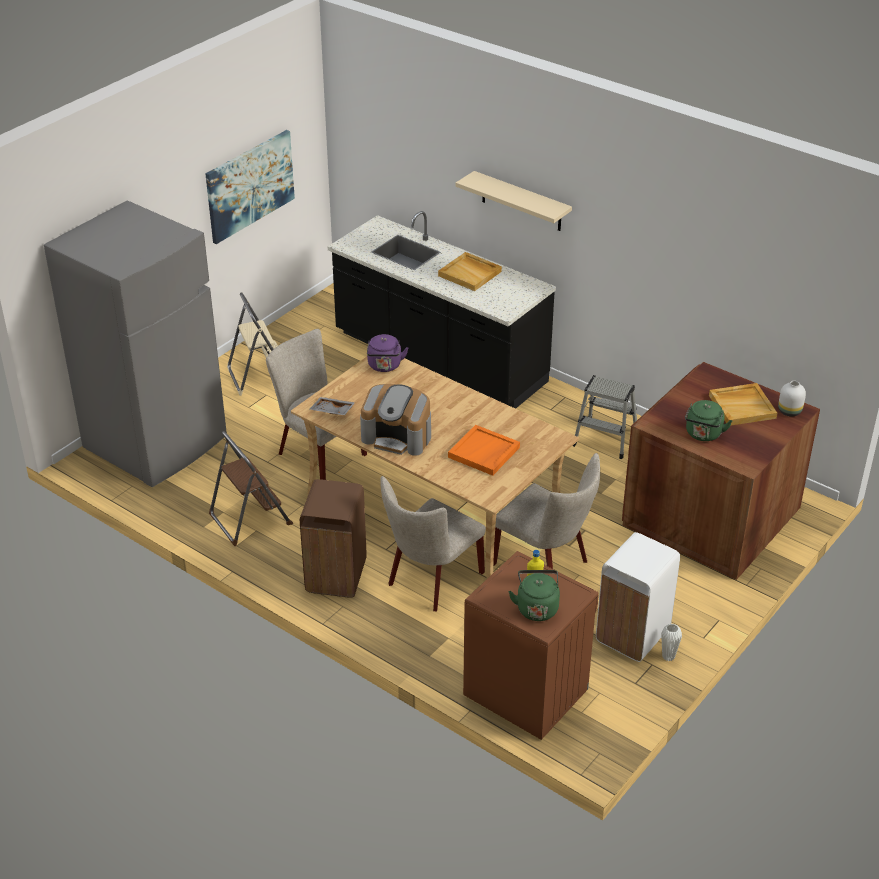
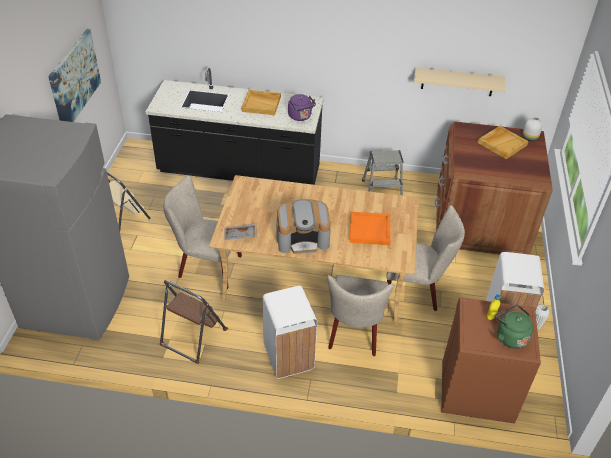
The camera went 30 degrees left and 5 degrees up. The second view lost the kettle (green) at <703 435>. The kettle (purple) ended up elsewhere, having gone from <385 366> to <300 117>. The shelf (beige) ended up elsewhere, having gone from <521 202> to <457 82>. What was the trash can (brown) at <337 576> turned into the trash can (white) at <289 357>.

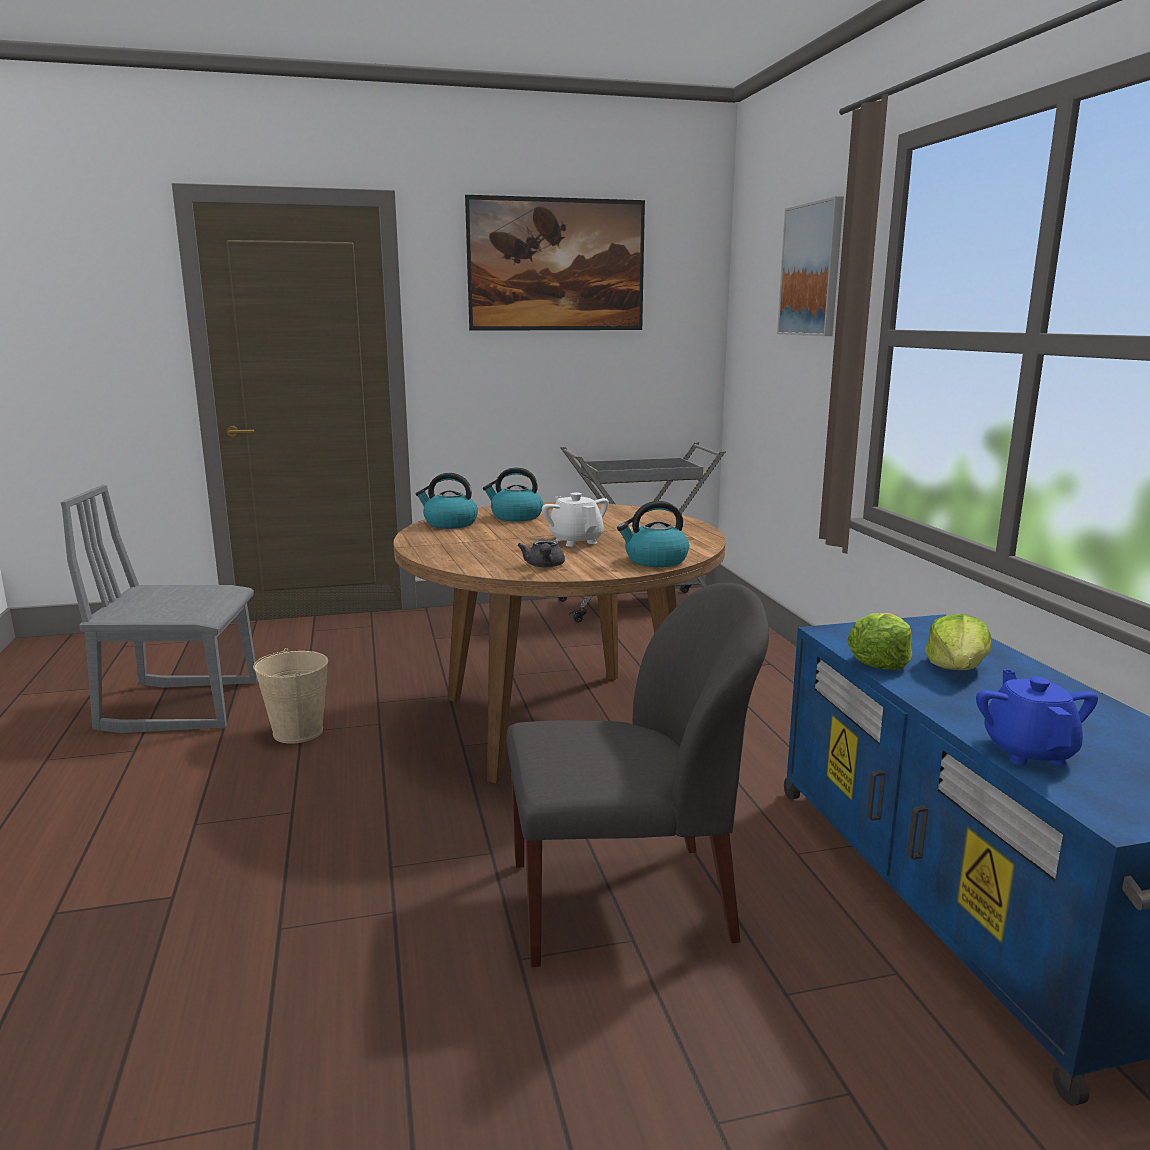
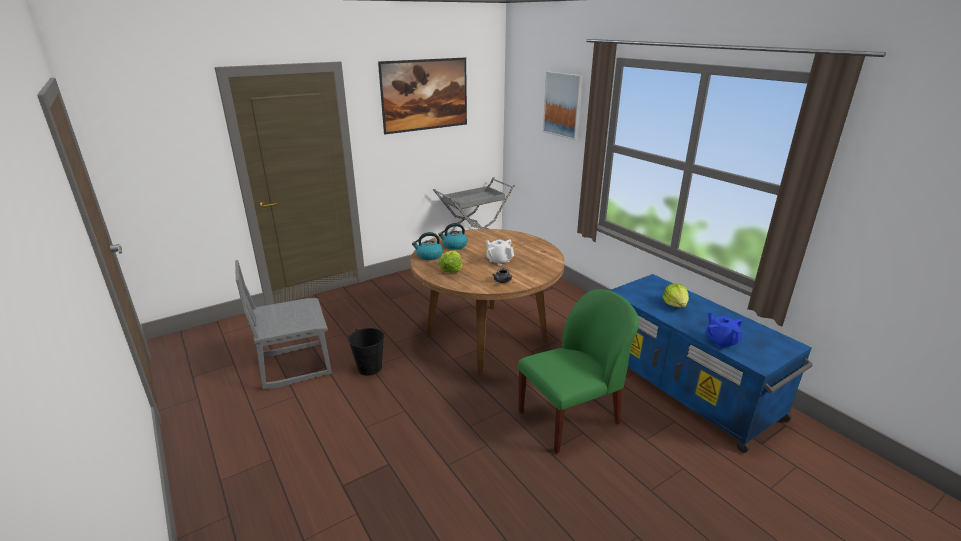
The camera went 20 degrees left and 10 degrees up. The second view lost the kettle at <655 561>. The lettuce ended up elsewhere, having gone from <879 661> to <451 269>. What was the bucket (beige) at <298 732> turned into the bucket (black) at <370 367>. What was the chair (grey) at <626 901> turned into the chair (green) at <571 417>.

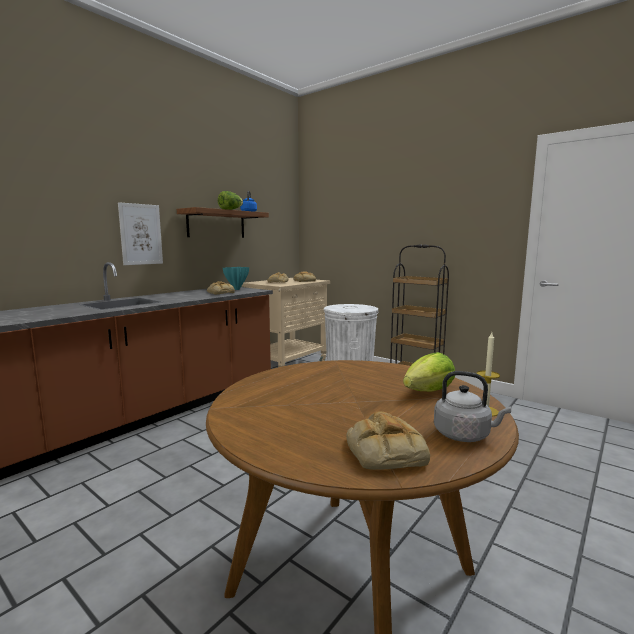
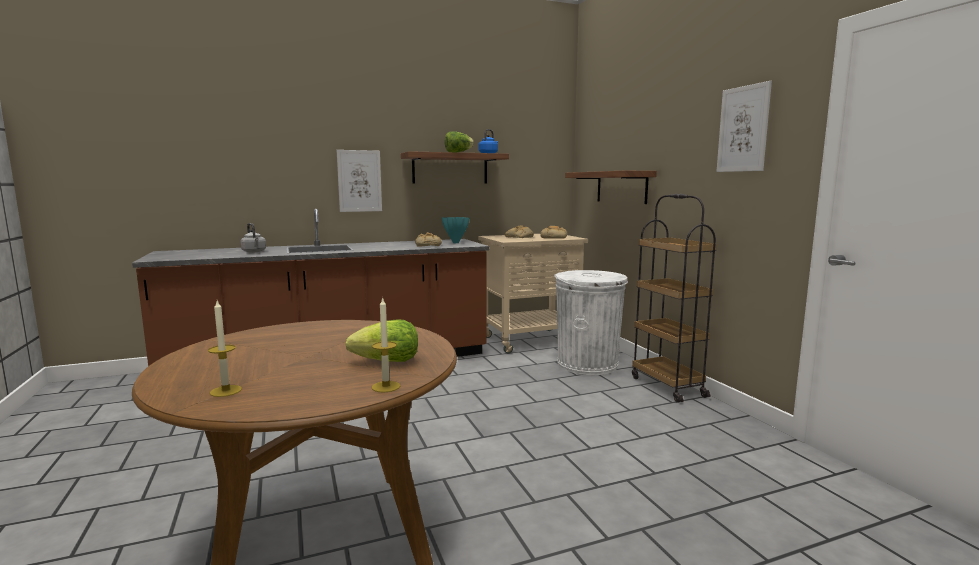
The camera went 30 degrees right and 0 degrees up. The second view gained the shelf at <621 187>. The second view gained the picture at <743 129>. The kettle (grey) ended up elsewhere, having gone from <464 435> to <254 252>. Where the bread stood at <383 450>, the candle came to stand at <226 391>.

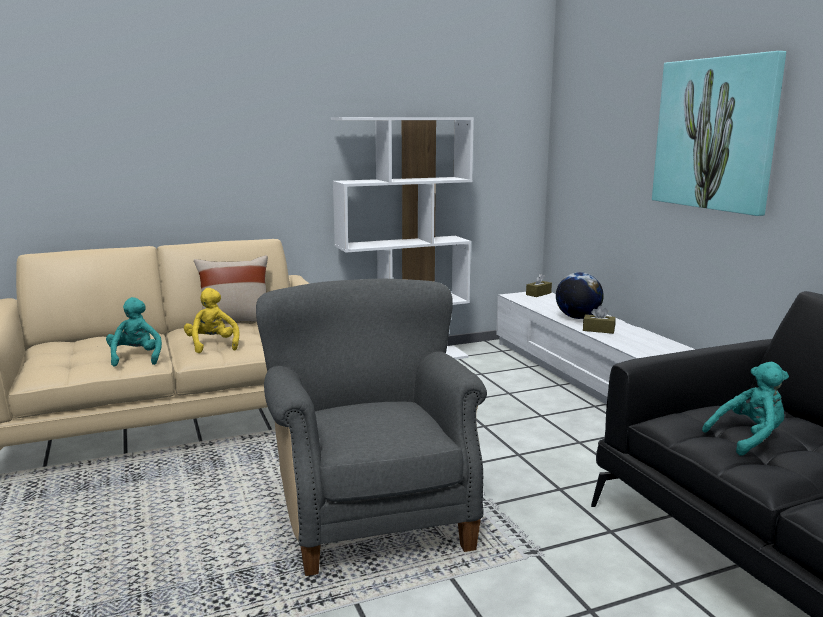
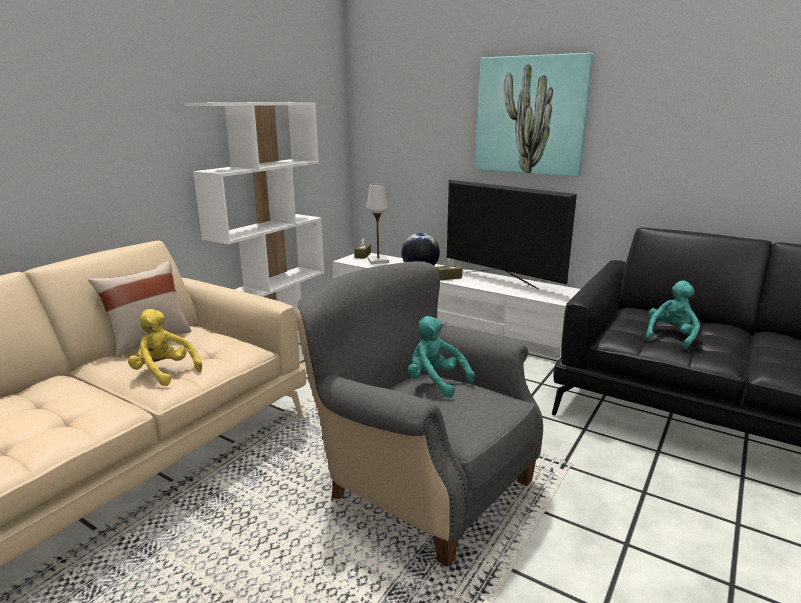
The camera went 35 degrees left and 5 degrees up. The second view gained the table lamp (white) at <378 261>. The second view gained the television at <502 280>. The plush toy (turquoise) ended up elsewhere, having gone from <136 358> to <435 382>.

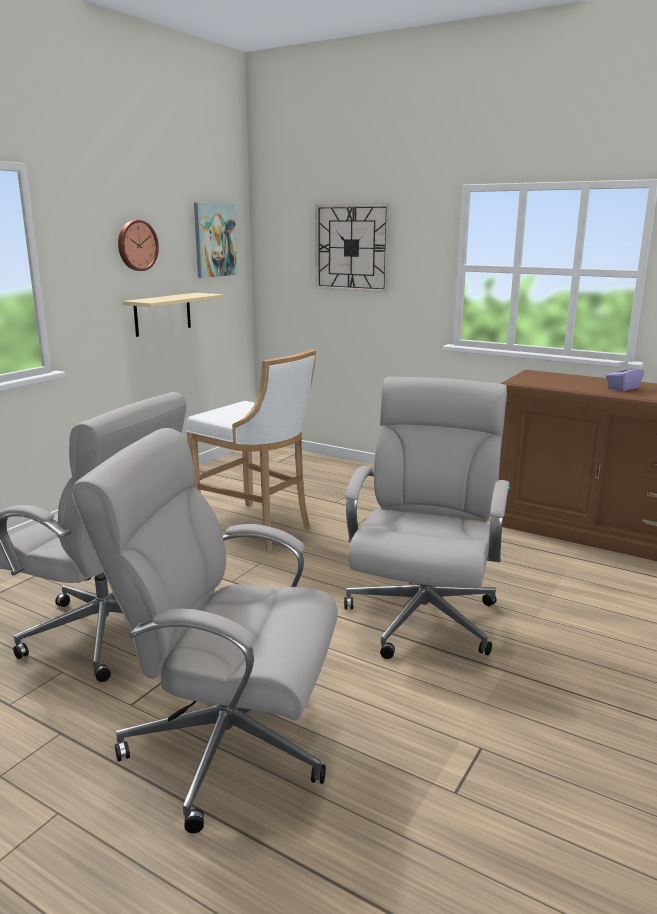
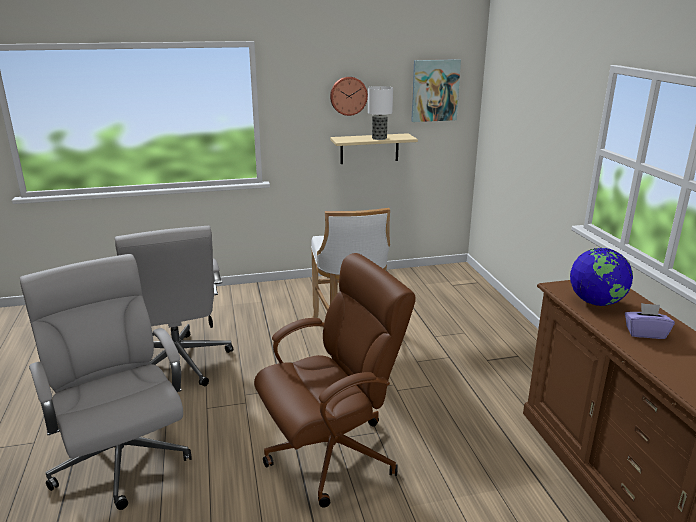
The camera went 45 degrees right and 5 degrees up. The second view lost the wall clock at <352 248>. The second view gained the table lamp at <379 138>. The second view gained the globe at <596 302>. What was the office chair (grey) at <422 619> turned into the office chair (brown) at <331 455>.

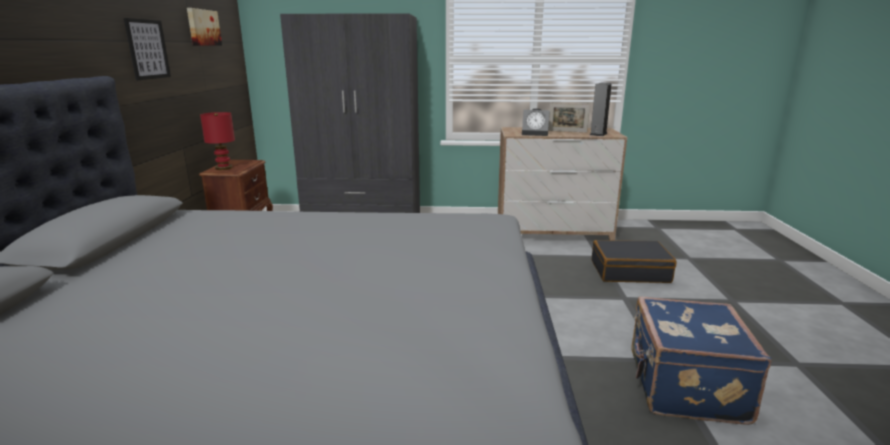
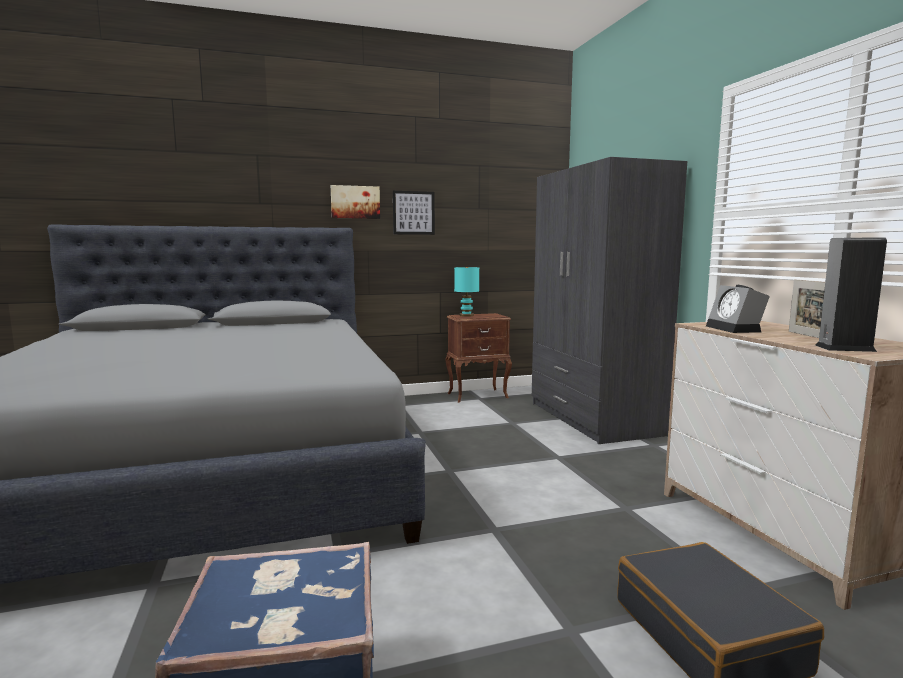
The camera went 70 degrees right and 10 degrees down. The picture ended up elsewhere, having gone from <203 27> to <355 202>. What was the table lamp (red) at <224 168> turned into the table lamp (turquoise) at <467 315>.

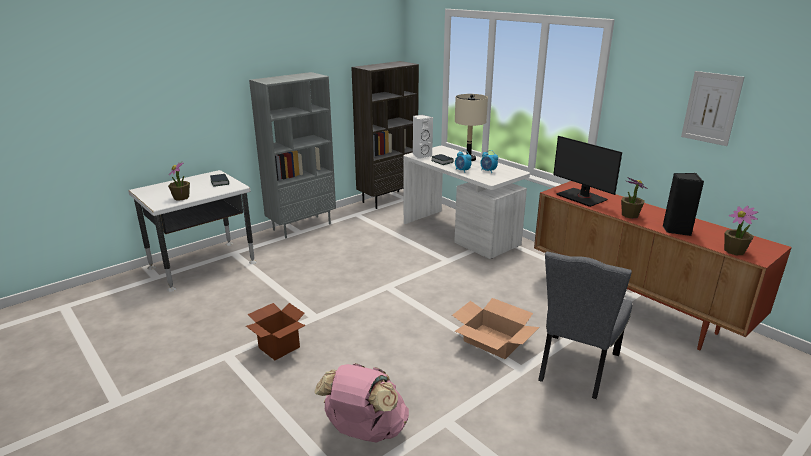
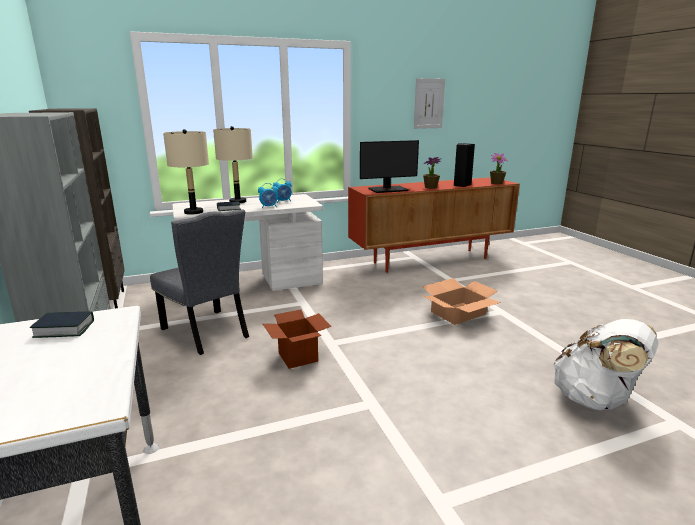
The camera went 70 degrees left and 5 degrees down. The second view lost the potted plant at <181 197>. The cardboard box ended up elsewhere, having gone from <279 347> to <297 357>. The chair (grey) ended up elsewhere, having gone from <577 364> to <206 331>. Where the speaker (white) stood at <421 155>, the table lamp (beige) came to stand at <193 212>. What was the backpack (pink) at <365 431> turned into the backpack (white) at <596 399>.

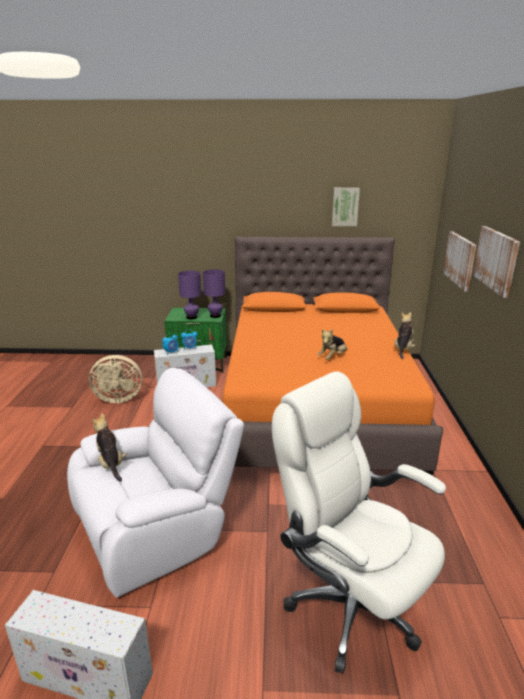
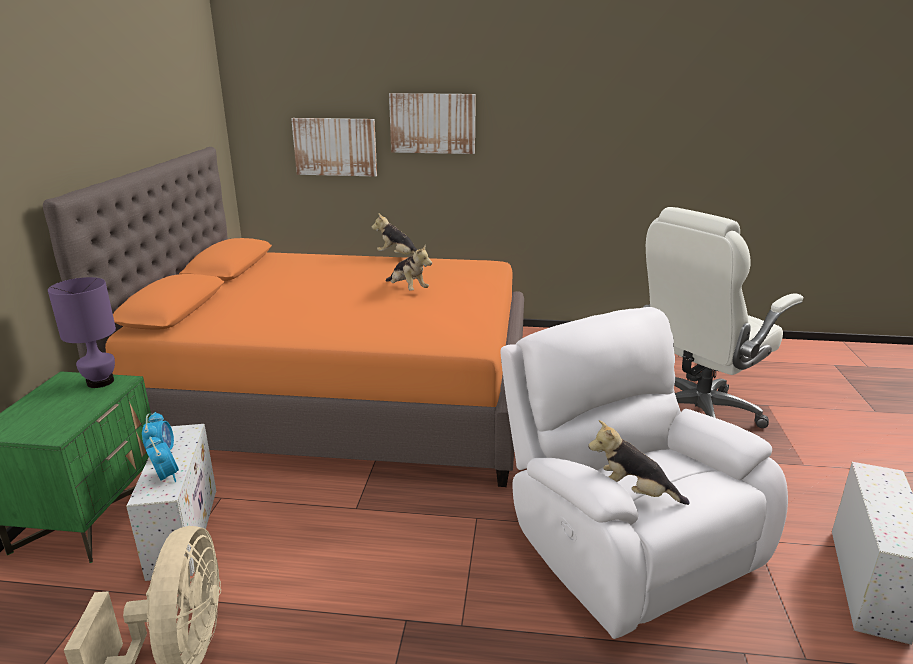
The camera went 85 degrees left and 0 degrees up. The second view lost the table lamp (purple) at <192 317>. The second view lost the picture at <345 206>. The plush toy at <111 463> ended up facing another way, 45 degrees clockwise from before.

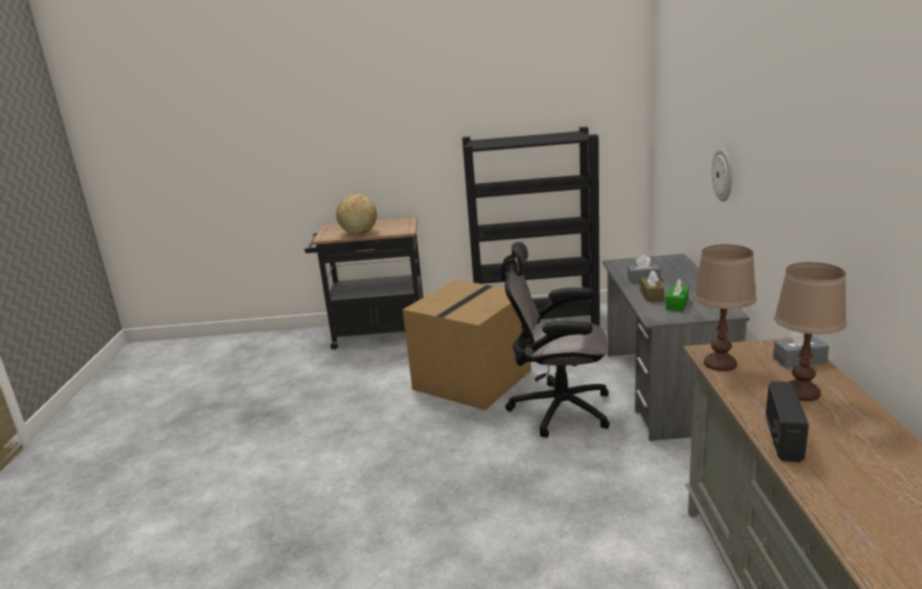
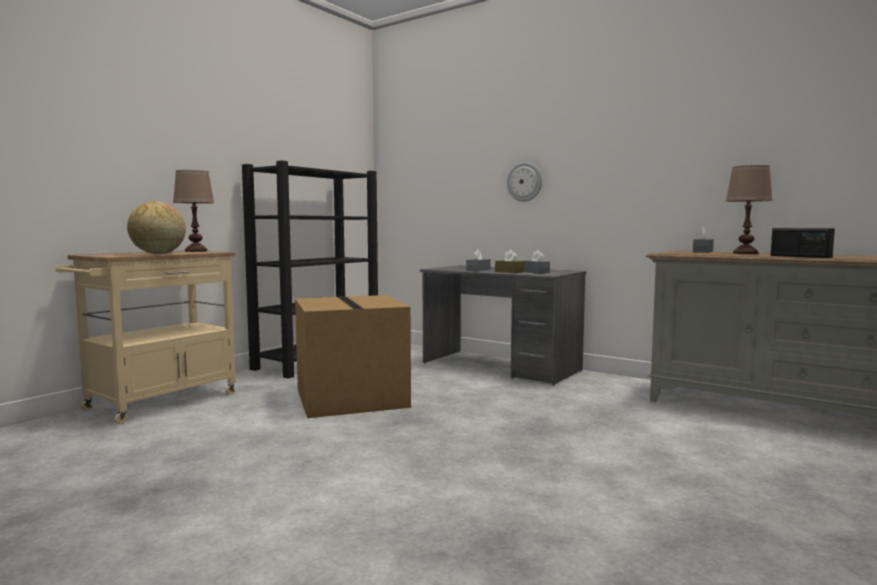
The camera went 55 degrees left and 15 degrees down. The second view lost the office chair at <560 411>. The table lamp (brown) ended up elsewhere, having gone from <720 364> to <196 251>. What was the cart (black) at <376 335> turned into the cart (beige) at <158 402>. What was the tissue box (green) at <677 304> turned into the tissue box (grey) at <536 272>.

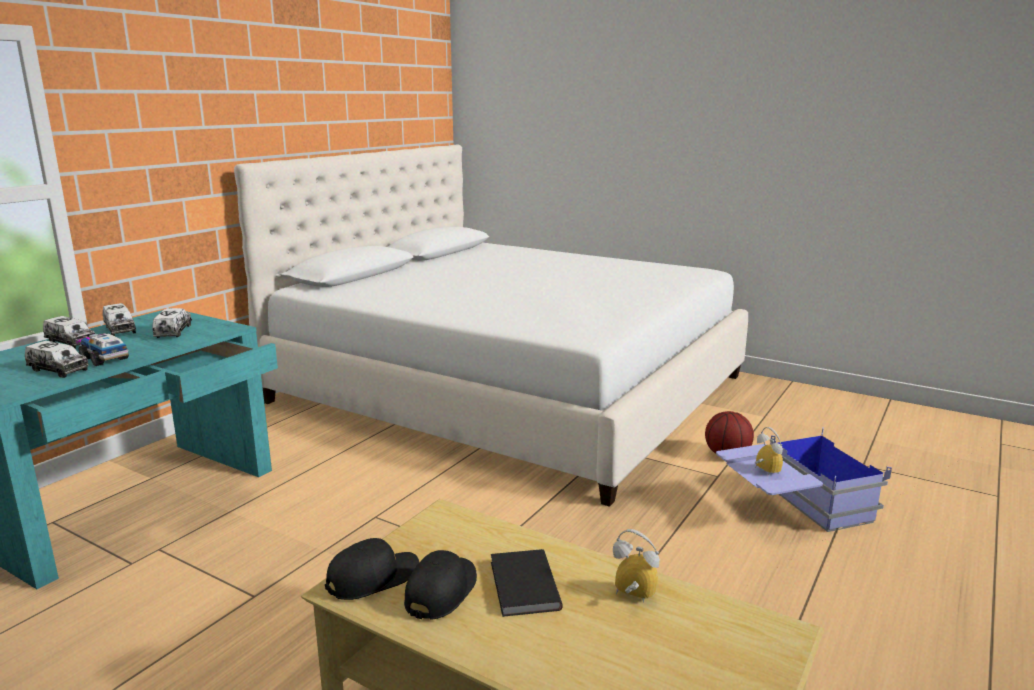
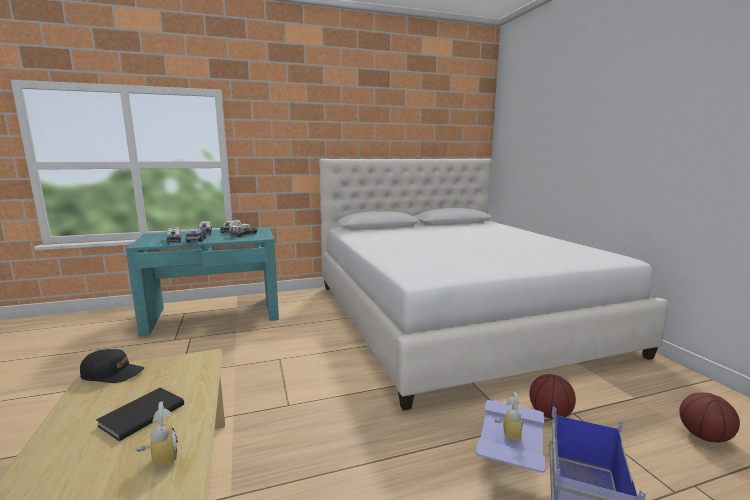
The camera went 40 degrees right and 5 degrees down. The second view lost the cap (black) at <441 591>. The second view gained the basketball at <704 436>.

